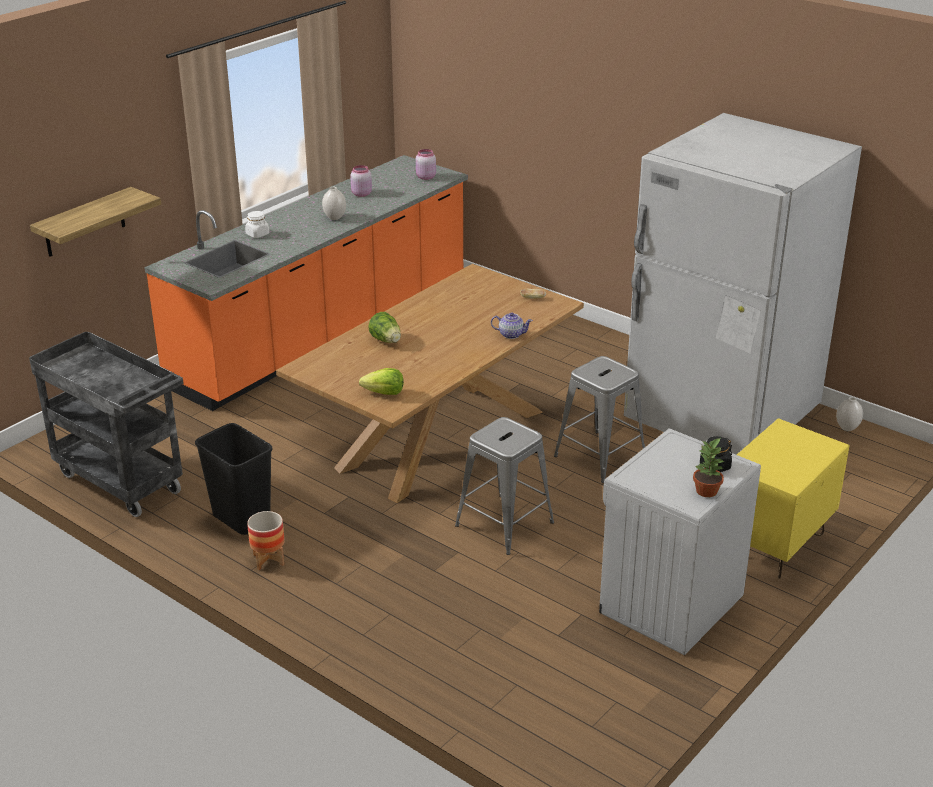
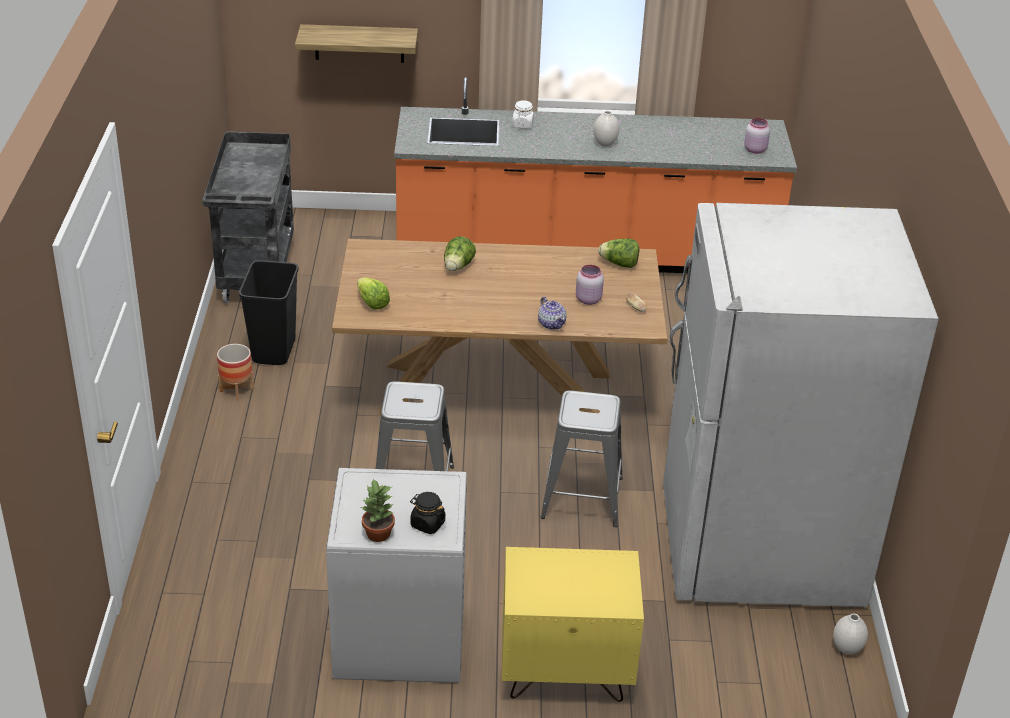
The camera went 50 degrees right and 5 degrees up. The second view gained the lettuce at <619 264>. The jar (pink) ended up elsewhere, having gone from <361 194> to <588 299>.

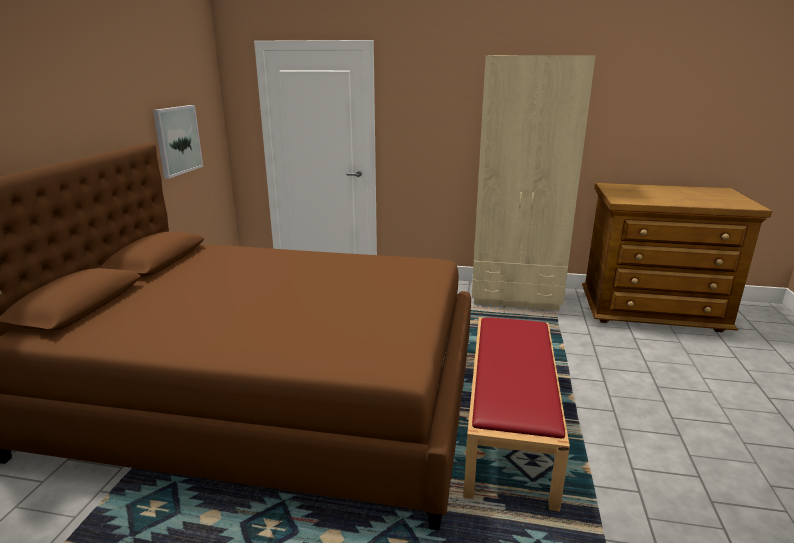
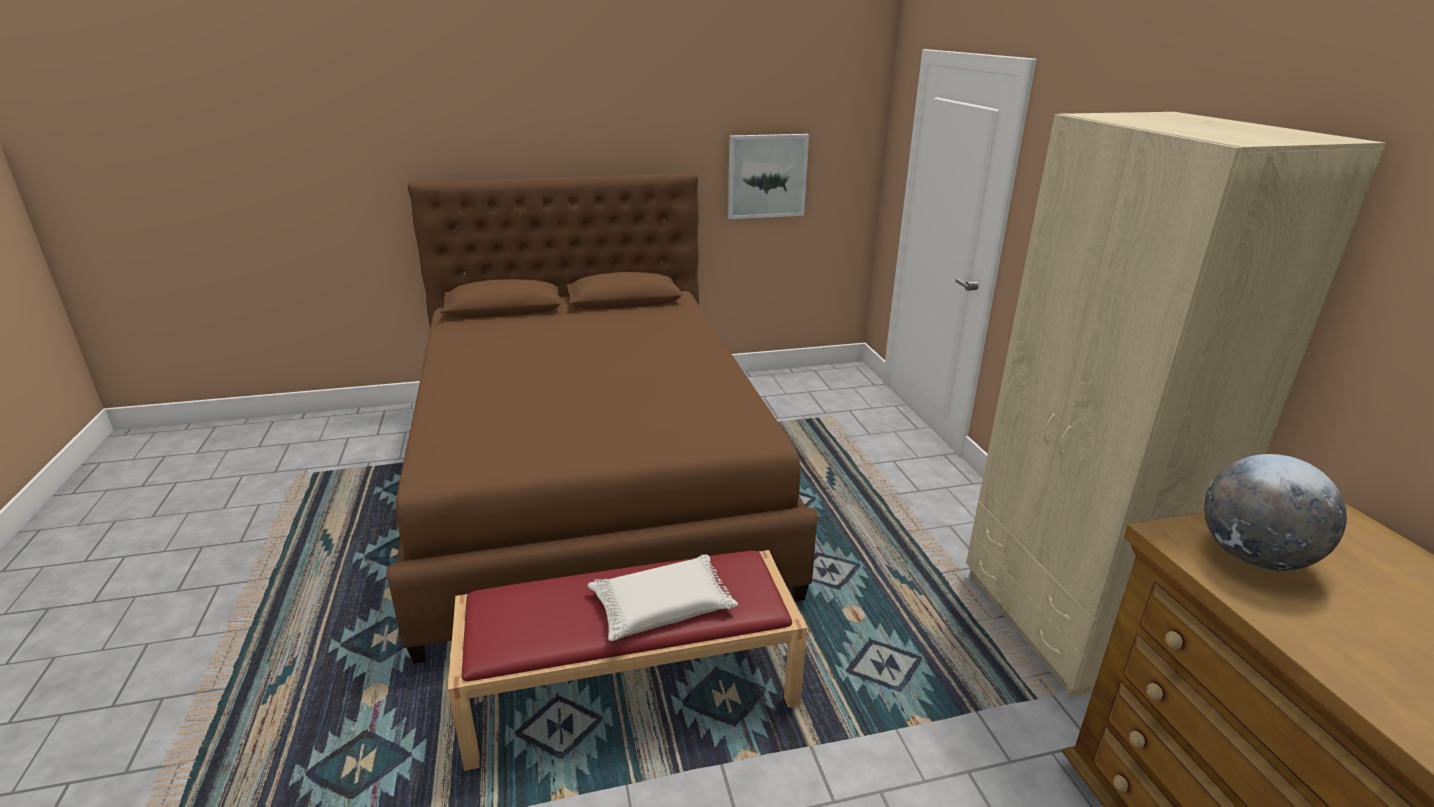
The camera went 65 degrees right and 5 degrees up. The second view gained the pillow (white) at <662 603>. The second view gained the globe at <1252 558>.

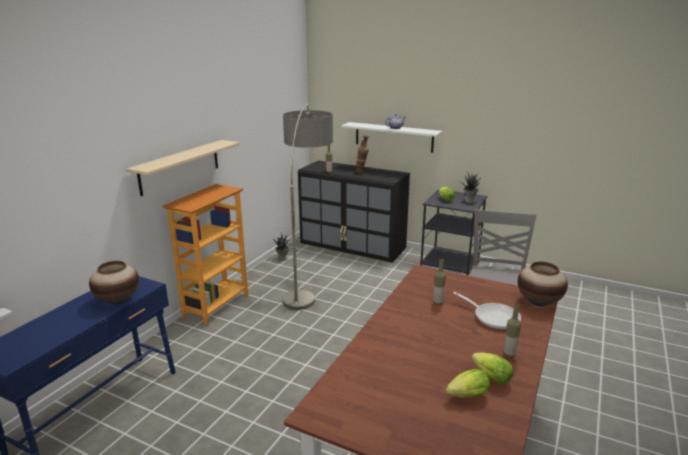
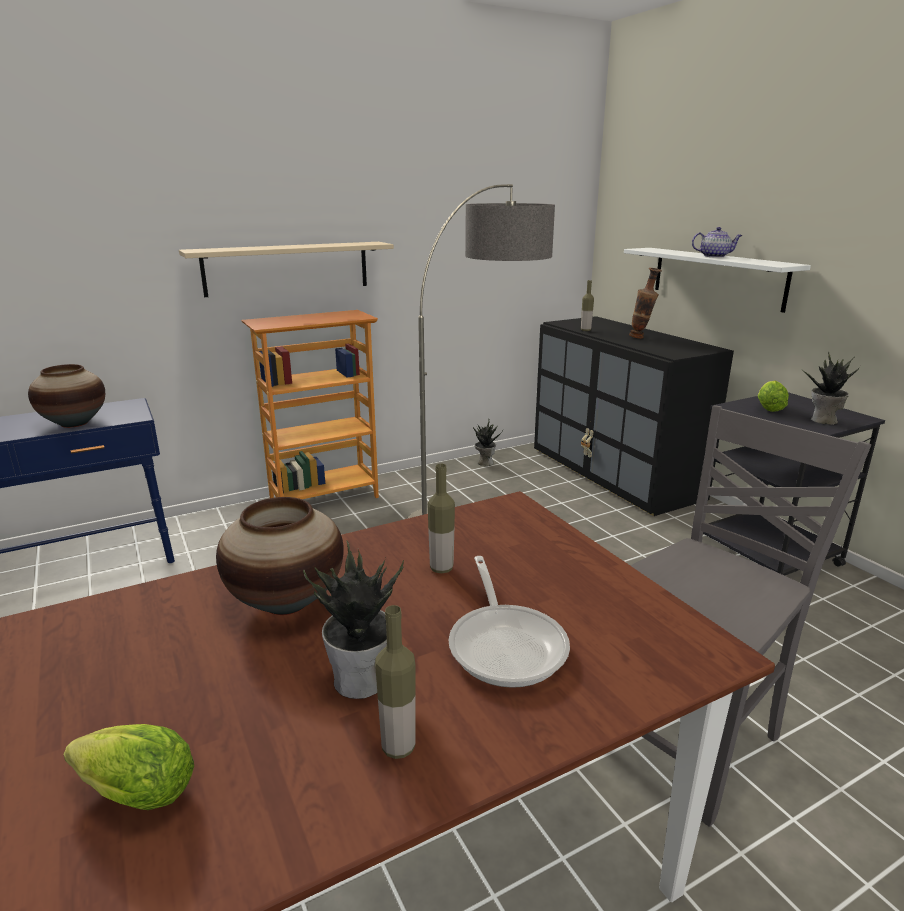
The camera went 35 degrees right and 0 degrees up. The second view lost the lettuce at <489 376>. The second view gained the potted plant at <362 681>. The vase ended up elsewhere, having gone from <539 302> to <287 602>.

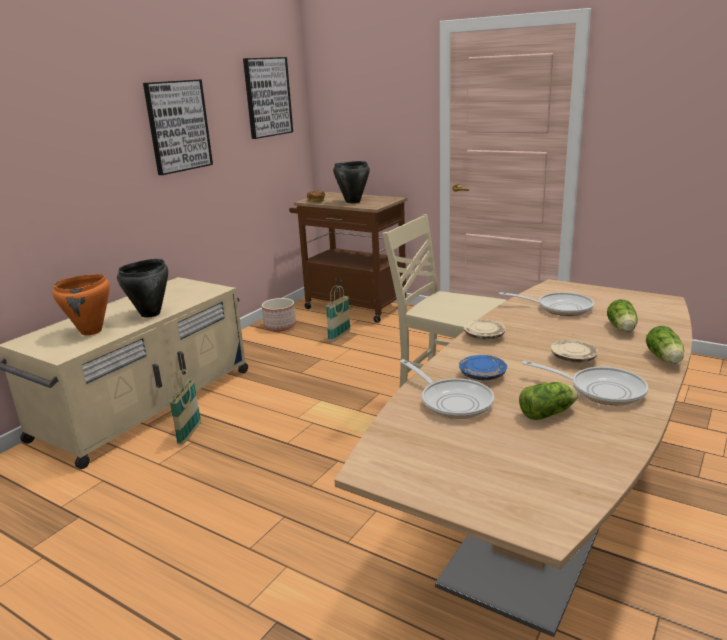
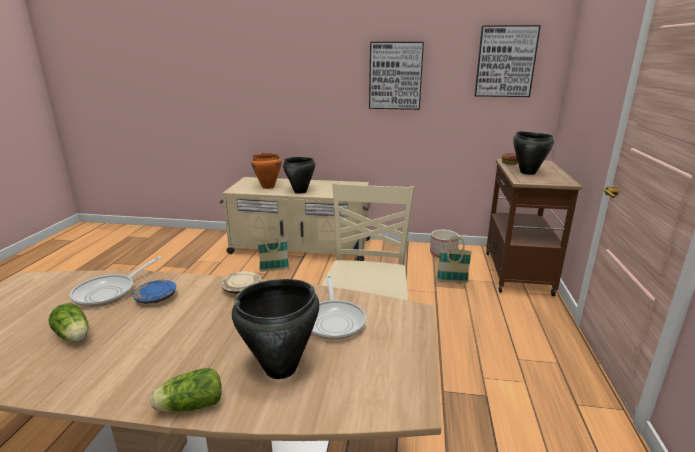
The camera went 65 degrees right and 0 degrees up. The second view lost the frying pan at <600 390>. The second view lost the plate (beige) at <573 358>. Where the lettuce stood at <622 329>, the cooking pot (black) came to stand at <281 368>.

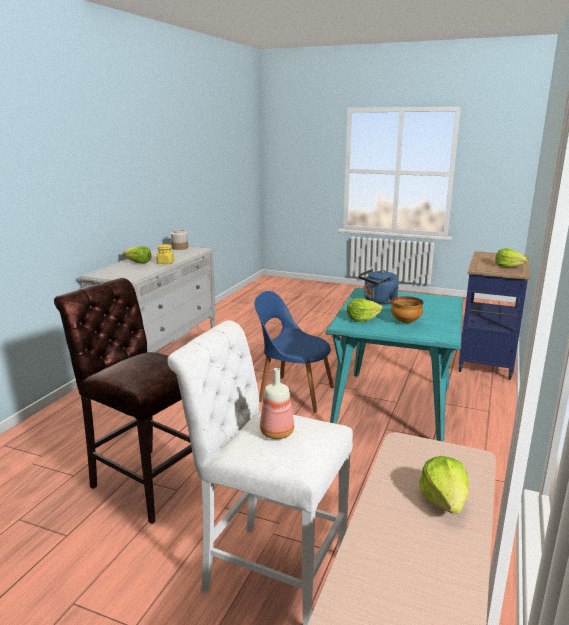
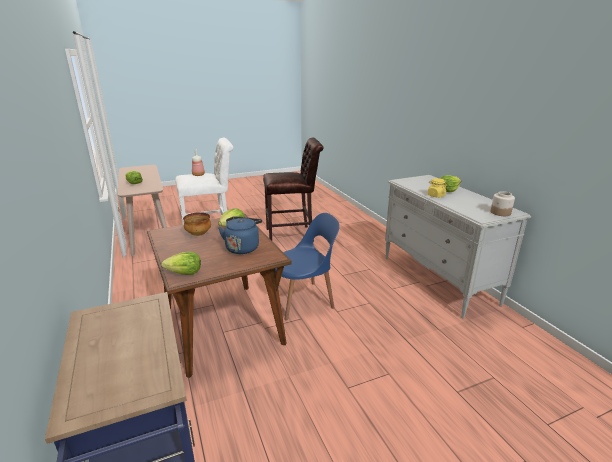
The camera went 135 degrees right and 5 degrees up. The lettuce ended up elsewhere, having gone from <508 266> to <184 273>. What was the dining table (turquoise) at <393 406> turned into the dining table (brown) at <222 325>.

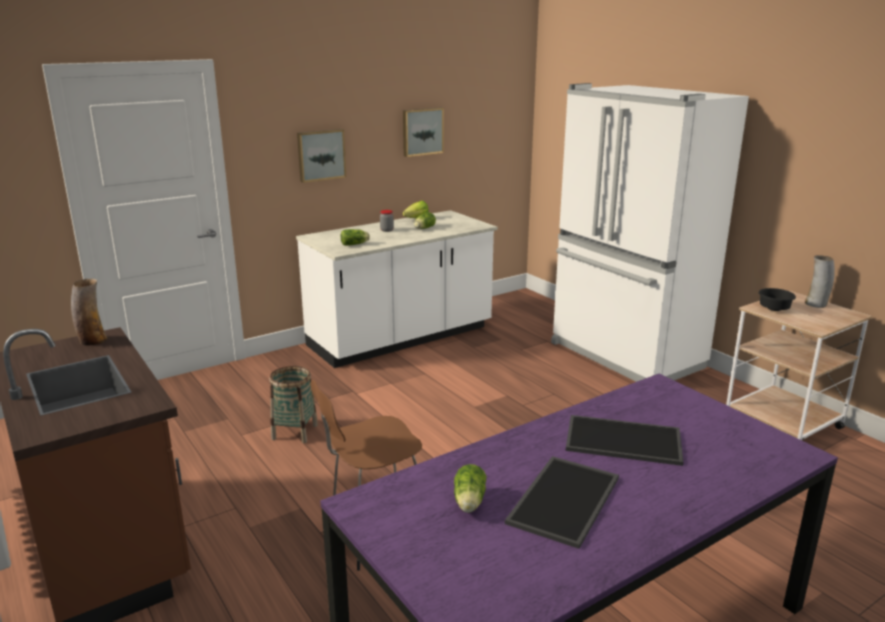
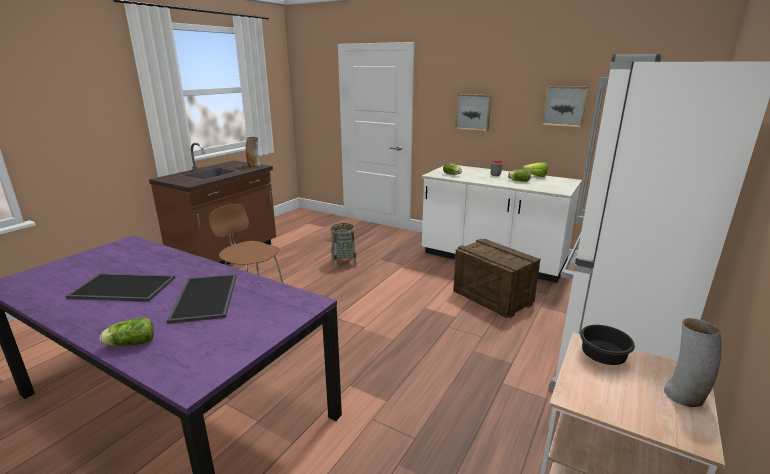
The camera went 65 degrees right and 0 degrees up. The second view gained the crate at <493 297>. The lettuce ended up elsewhere, having gone from <469 503> to <129 344>.

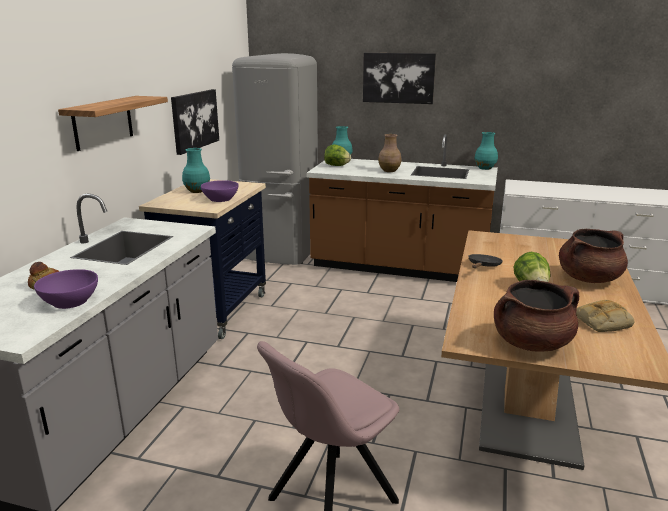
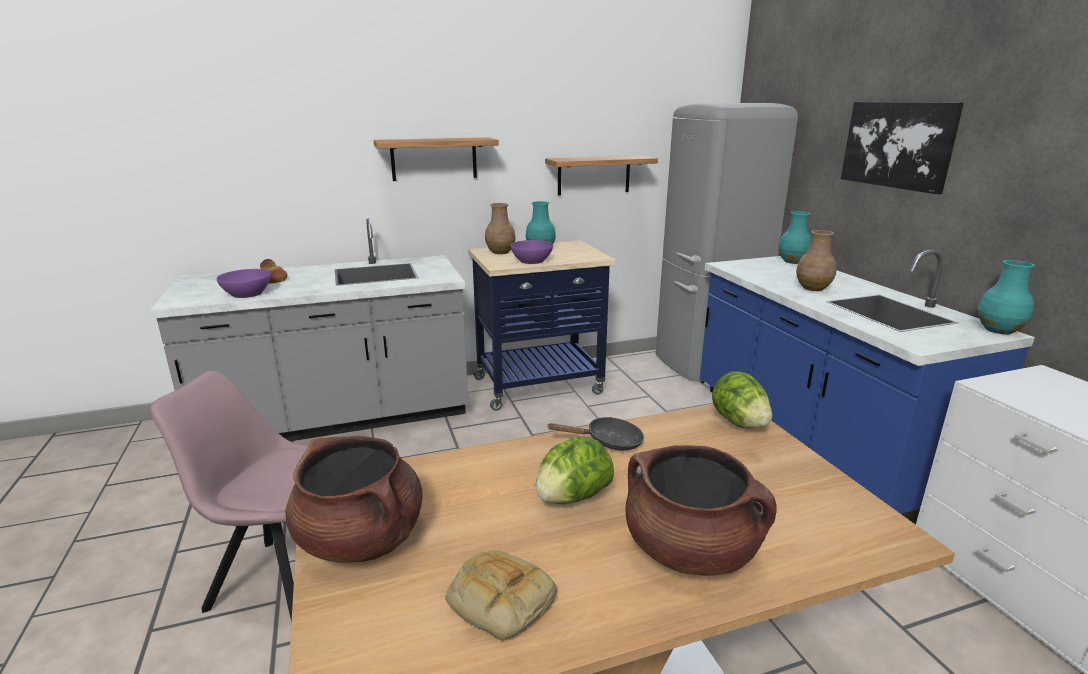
The camera went 55 degrees right and 0 degrees up. The second view gained the vase (brown) at <501 252>. The lettuce ended up elsewhere, having gone from <336 166> to <739 423>. Where the picture hung at <194 120>, the shelf came to hang at <594 175>. What was the counter (brown) at <399 267> turned into the counter (blue) at <812 442>.

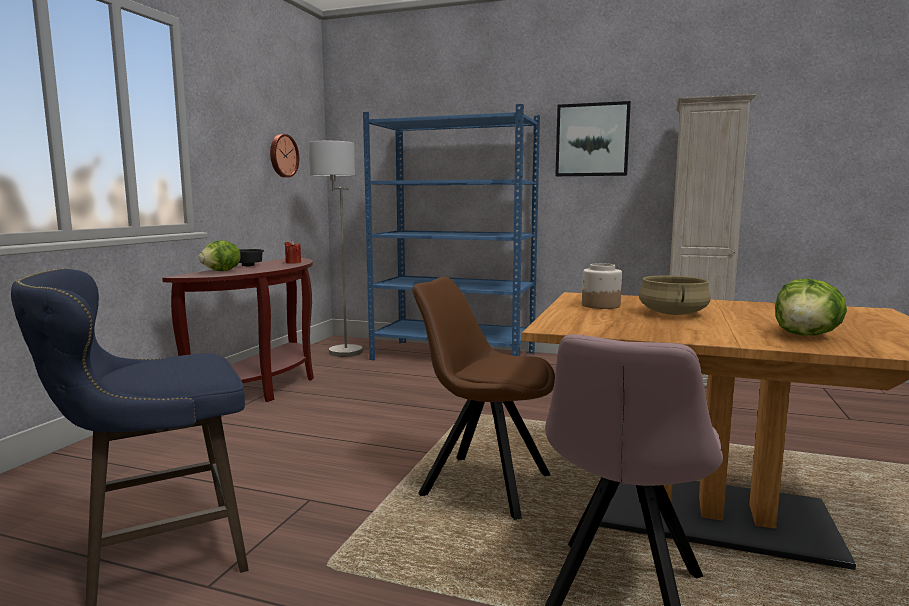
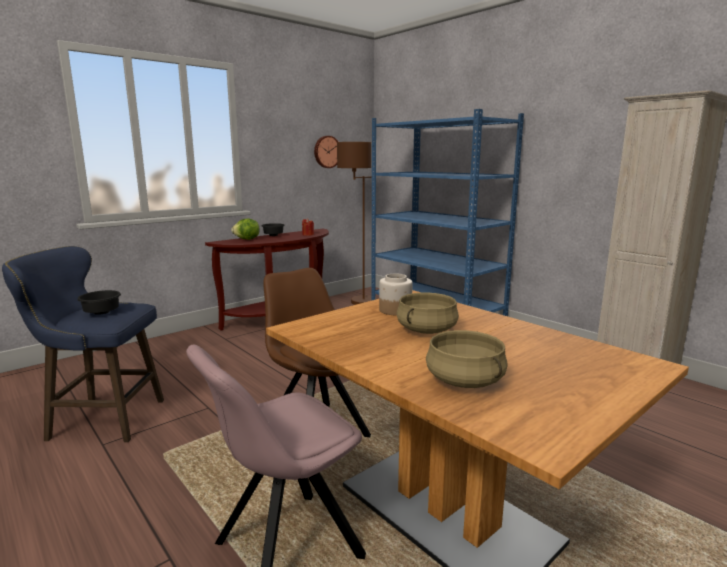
The camera went 30 degrees right and 5 degrees up. The second view lost the picture at <592 140>. The second view gained the bowl (black) at <100 313>. Where the lettuce stood at <806 335>, the cooking pot (beige) came to stand at <465 380>. What was the floor lamp (grey) at <341 355> turned into the floor lamp (brown) at <357 303>.

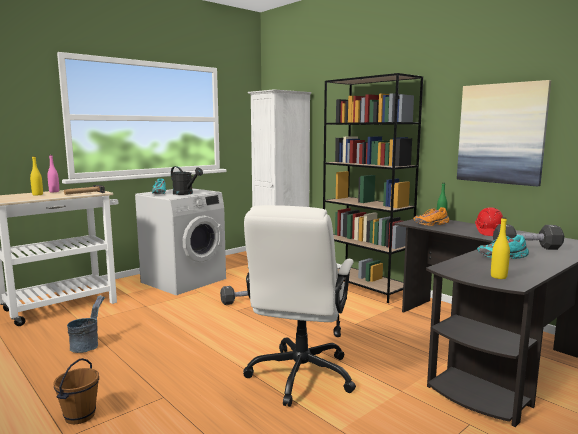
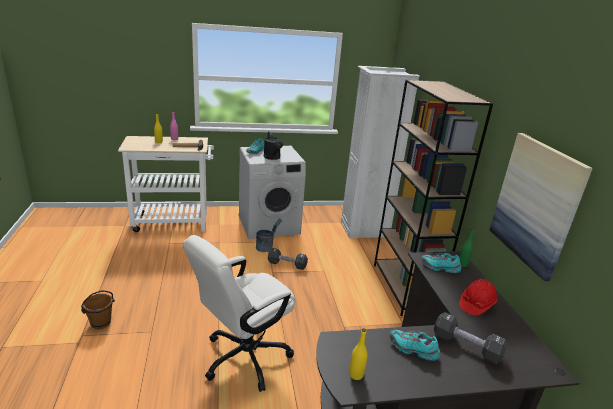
The camera went 30 degrees right and 15 degrees up. The bucket (grey) ended up elsewhere, having gone from <87 345> to <267 247>. What was the shoe (orange) at <431 224> turned into the shoe (turquoise) at <440 268>.

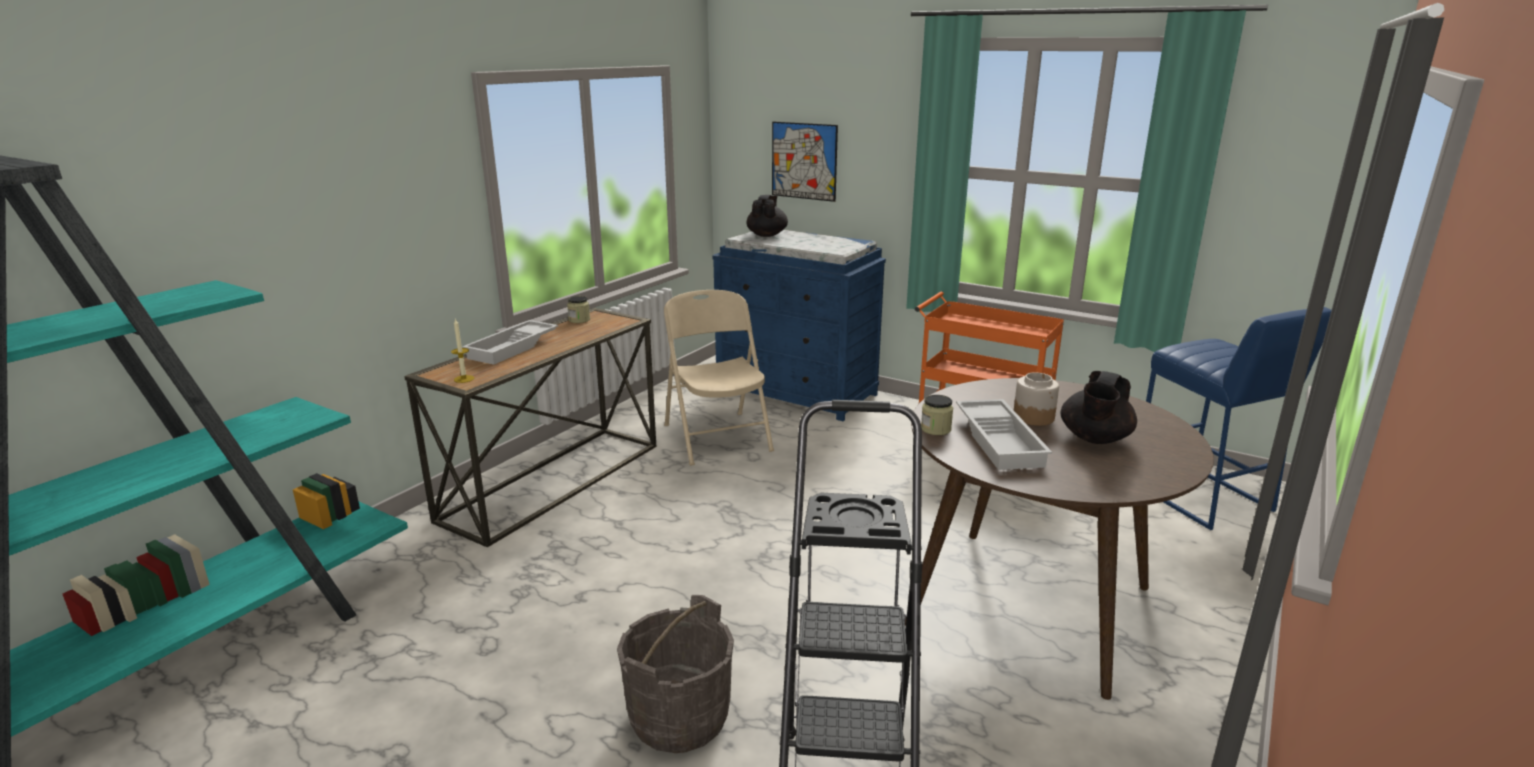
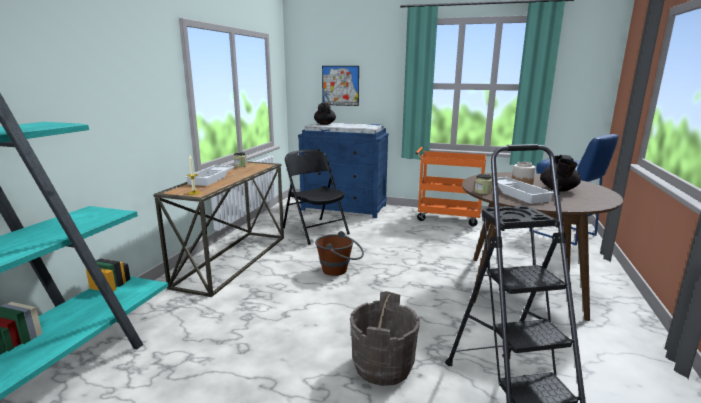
The camera went 15 degrees left and 5 degrees down. The second view gained the bucket (brown) at <340 270>. What was the chair (beige) at <717 438> turned into the chair (black) at <315 231>.

